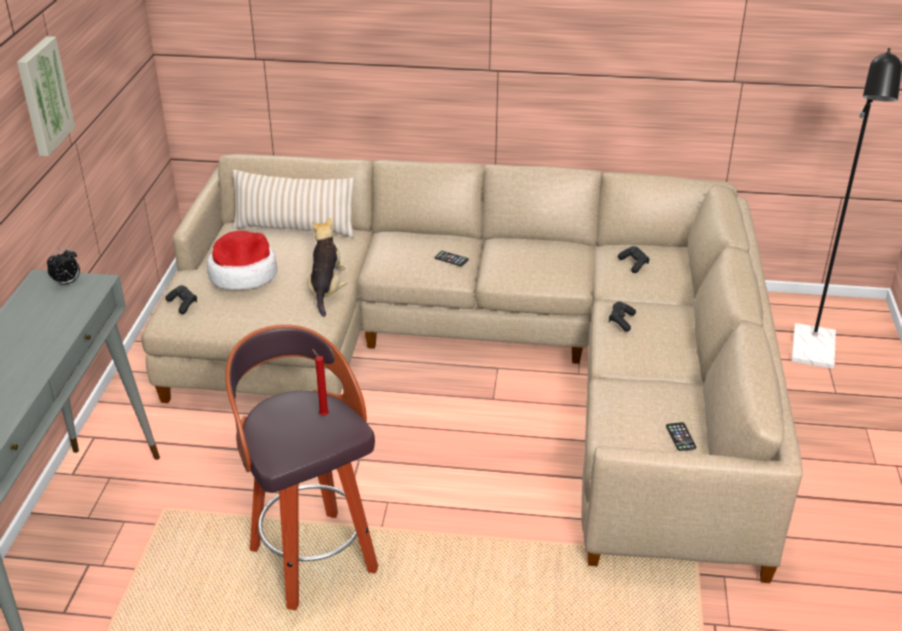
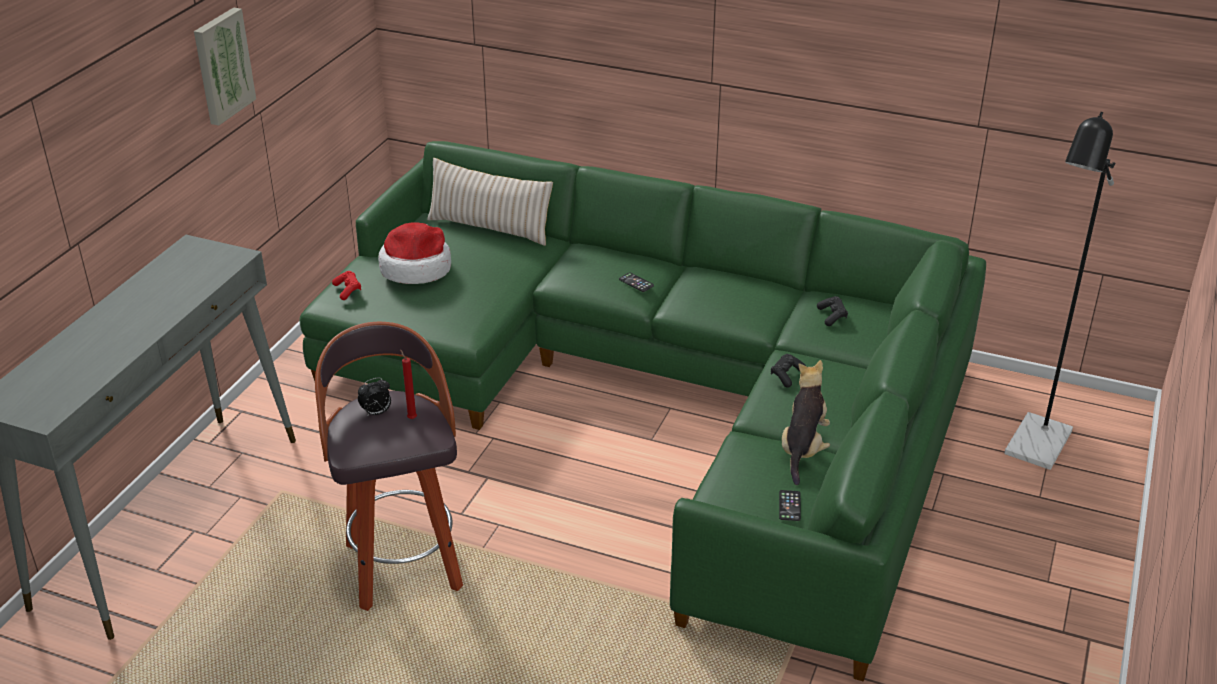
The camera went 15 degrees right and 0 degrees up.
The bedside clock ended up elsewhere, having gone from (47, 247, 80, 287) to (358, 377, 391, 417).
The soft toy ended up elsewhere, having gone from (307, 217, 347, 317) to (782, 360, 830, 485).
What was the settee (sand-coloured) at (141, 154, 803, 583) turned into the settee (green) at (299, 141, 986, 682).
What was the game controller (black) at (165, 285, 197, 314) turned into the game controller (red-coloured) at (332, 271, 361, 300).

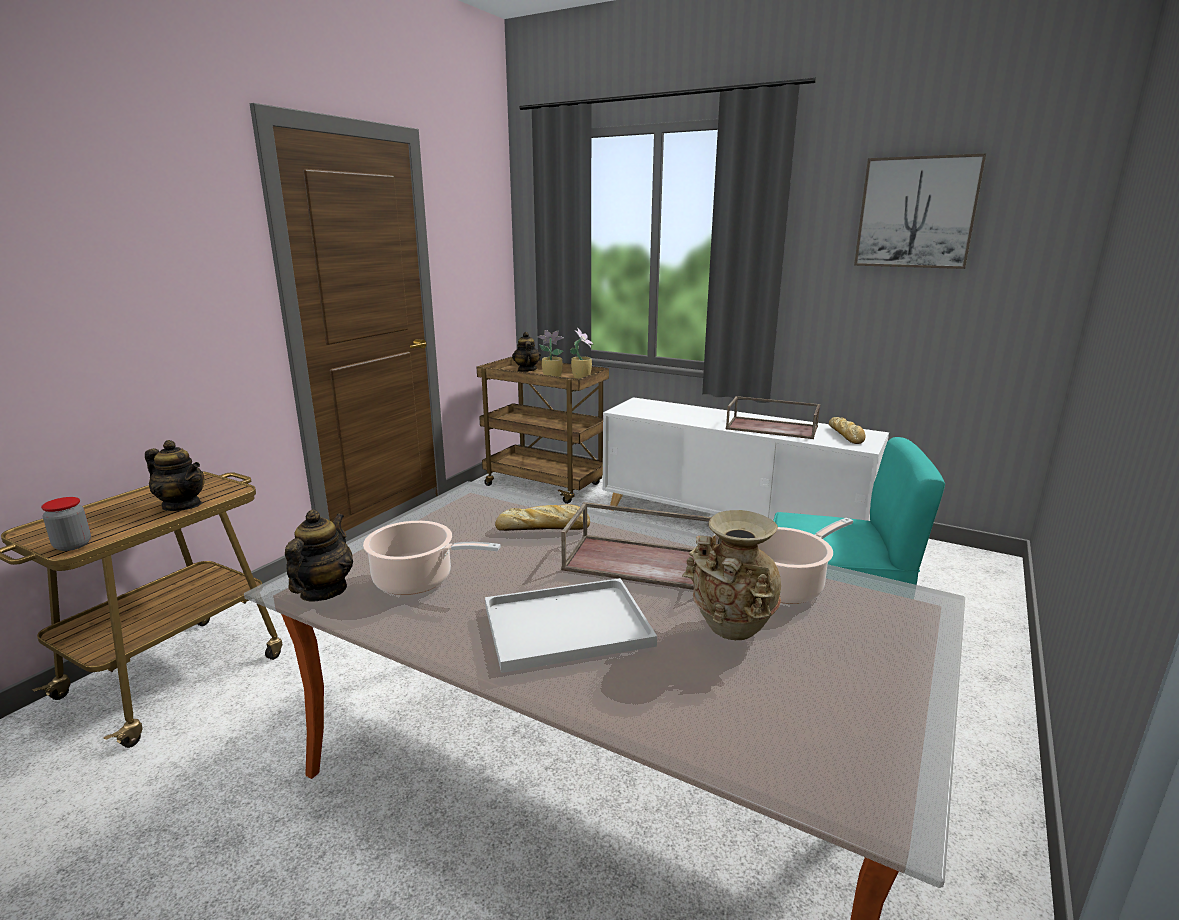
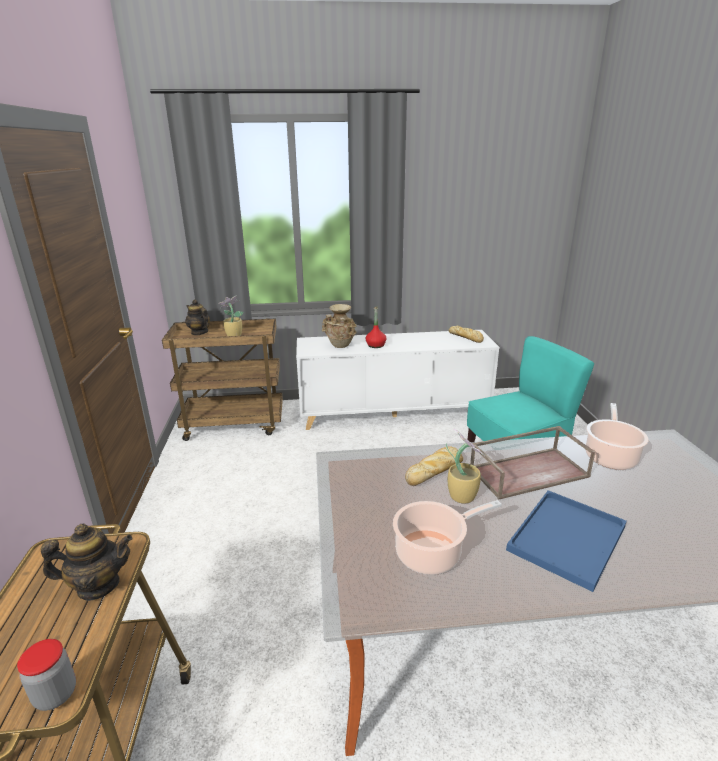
The camera went 35 degrees left and 5 degrees up.
The second view lost the tea pot at (285, 510, 353, 601).
The second view lost the tray (brown) at (726, 396, 820, 439).
The second view lost the wall art at (854, 154, 986, 269).
The second view gained the drink bottle (red-coloured) at (365, 307, 387, 348).
The plant in a pot ended up elsewhere, having gone from (570, 328, 593, 379) to (446, 429, 485, 503).
The vase (sand-coloured) ended up elsewhere, having gone from (682, 510, 781, 640) to (322, 304, 357, 348).
What was the tray (white-coloured) at (485, 578, 657, 673) turned into the tray (bluish) at (506, 490, 627, 592).

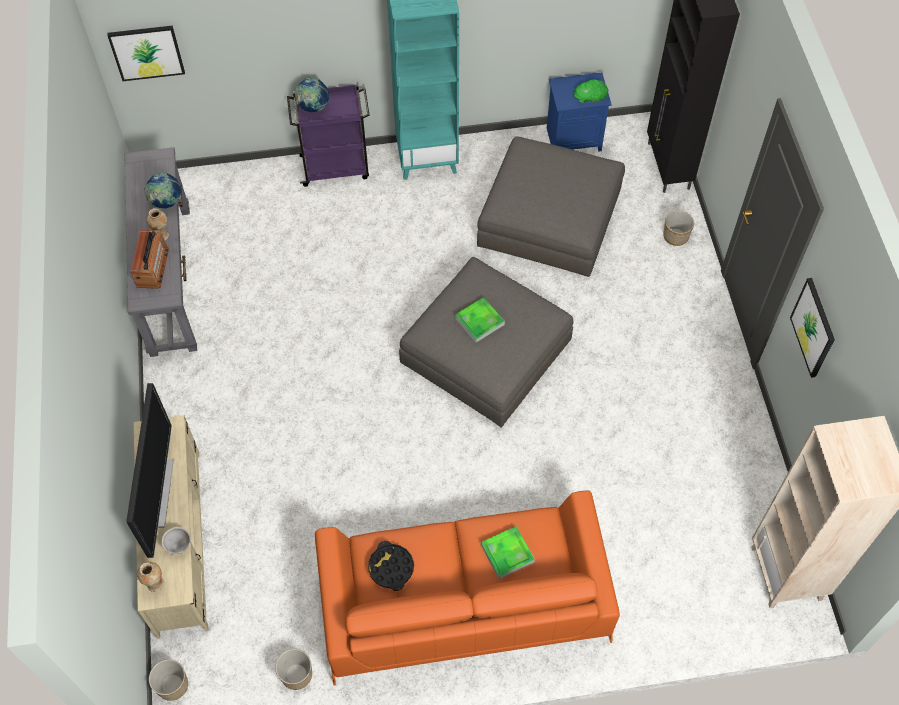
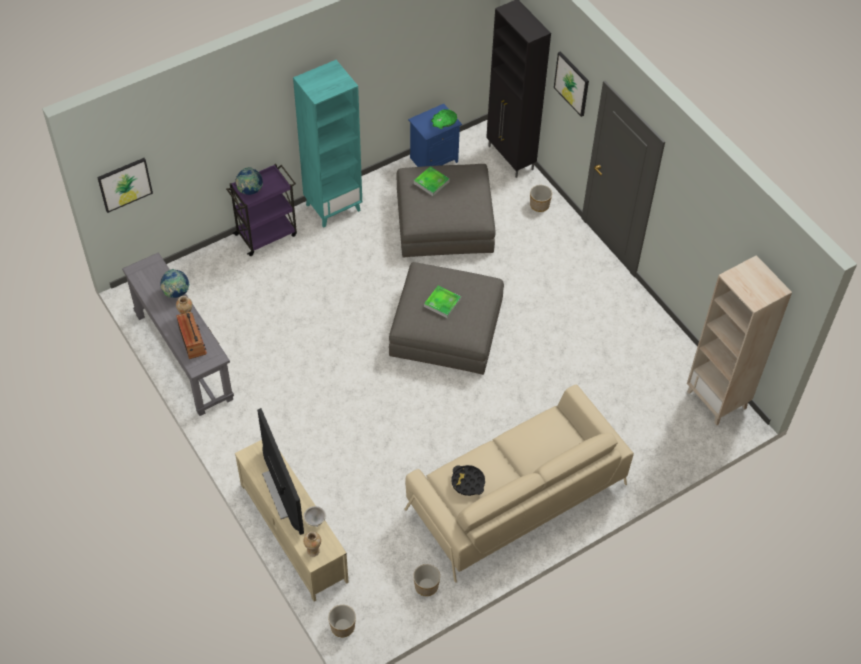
The camera went 25 degrees left and 5 degrees down.
The tray ended up elsewhere, having gone from (481, 526, 535, 579) to (414, 166, 450, 196).
The wall art ended up elsewhere, having gone from (790, 278, 835, 378) to (554, 52, 589, 117).
What was the settee (orange) at (315, 490, 620, 685) turned into the settee (sand-coloured) at (405, 384, 634, 583).

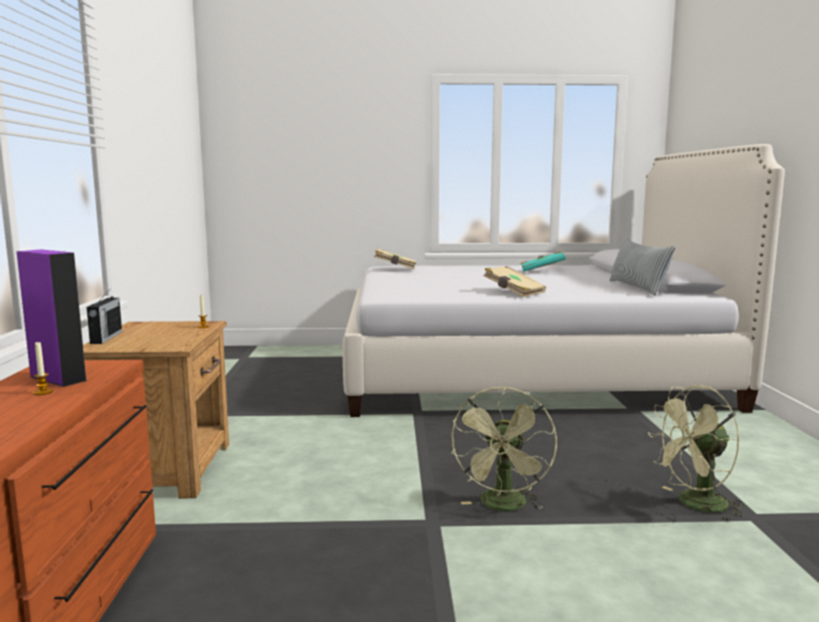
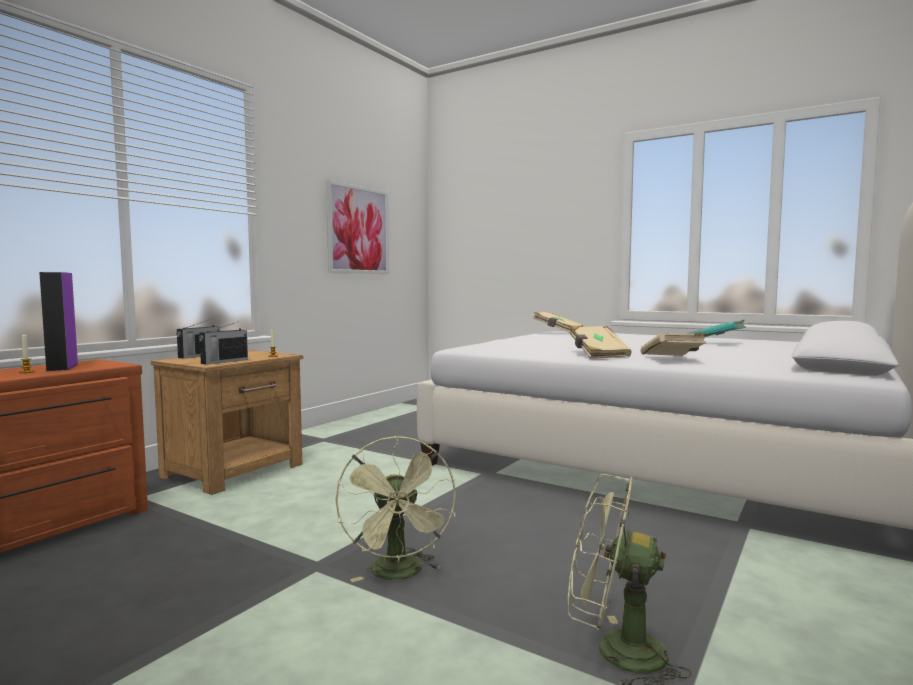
The camera went 35 degrees right and 5 degrees down.
The second view lost the pillow at (609, 238, 676, 296).
The second view gained the radio at (199, 321, 248, 365).
The second view gained the wall art at (326, 180, 389, 274).
The second view gained the book (sand-coloured) at (641, 332, 706, 356).
The fan (green) at (452, 387, 557, 511) ended up facing another way, 60 degrees counterclockwise from before.

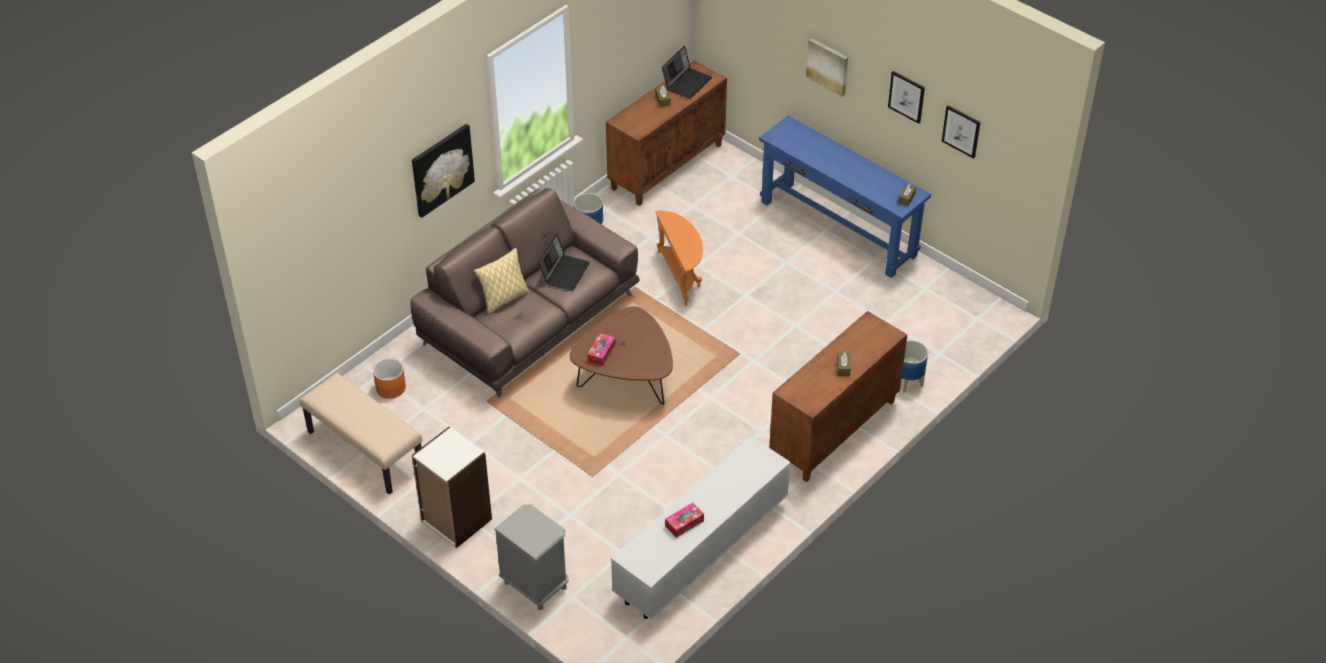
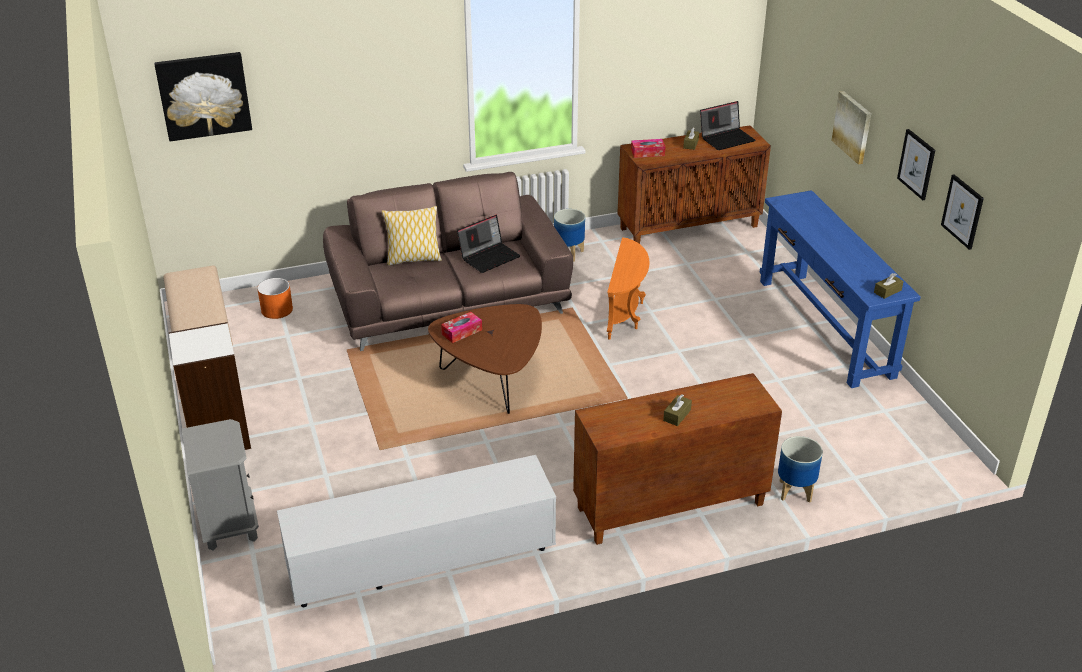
The camera went 30 degrees right and 10 degrees down.
The wall art ended up elsewhere, having gone from (412, 124, 475, 218) to (154, 52, 252, 141).
The tissue holder ended up elsewhere, having gone from (665, 503, 704, 538) to (631, 139, 666, 158).

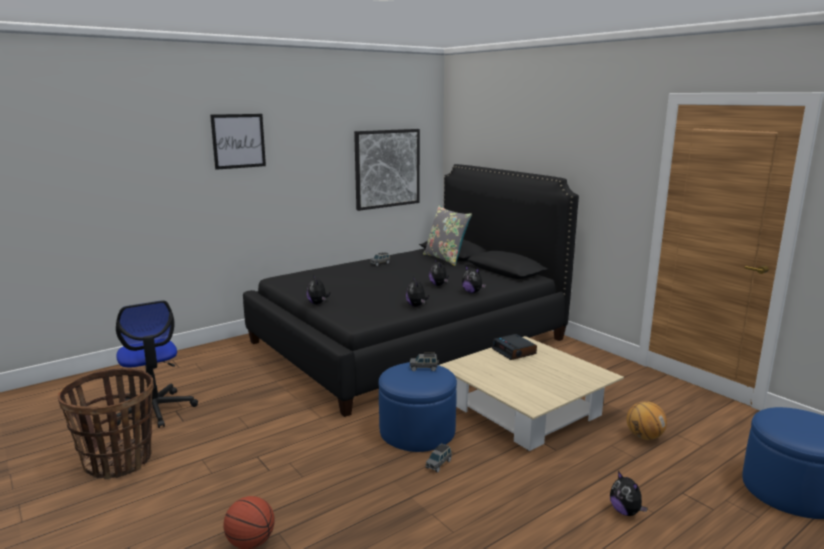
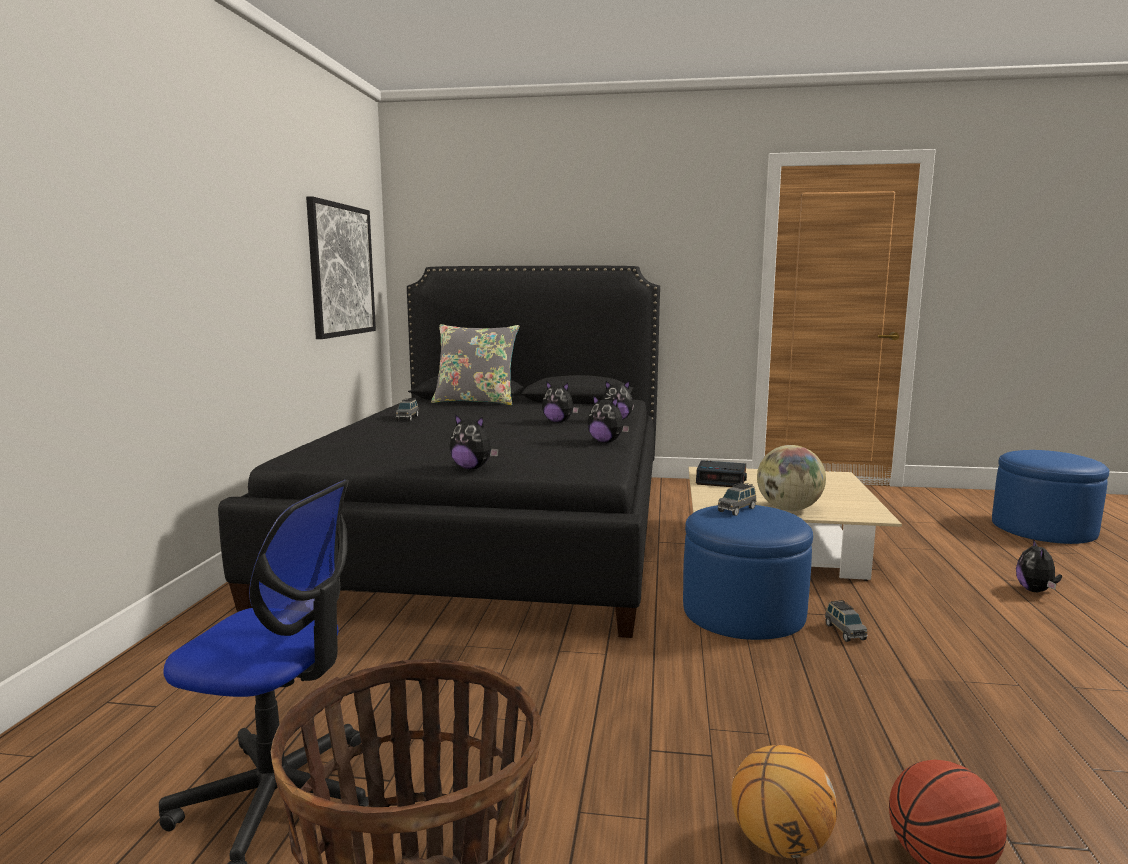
The camera went 45 degrees left and 5 degrees down.
The second view lost the wall art at (210, 114, 266, 170).
The second view gained the globe at (757, 445, 826, 511).
The ball for basketball ended up elsewhere, having gone from (627, 401, 667, 440) to (731, 745, 837, 858).
The soft toy at (610, 471, 648, 516) ended up facing another way, 90 degrees clockwise from before.

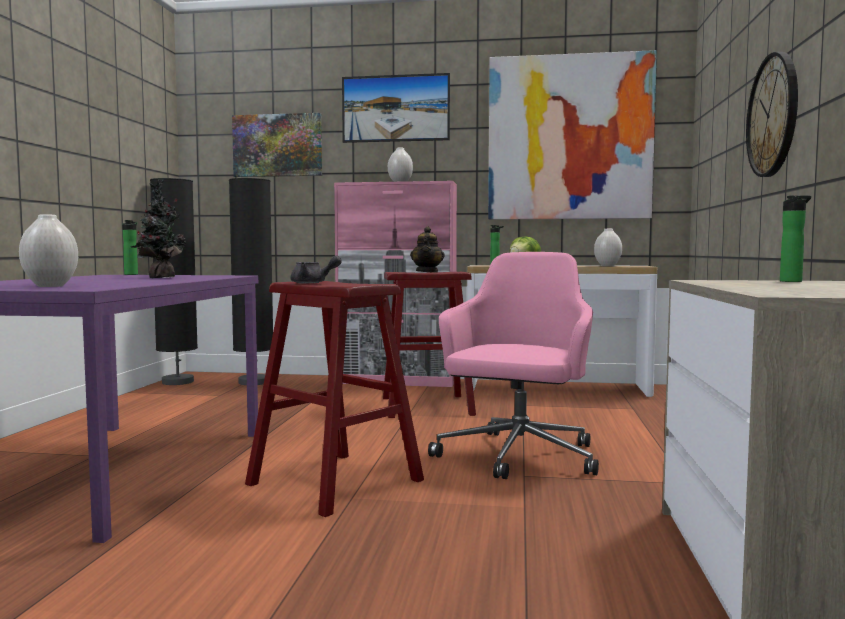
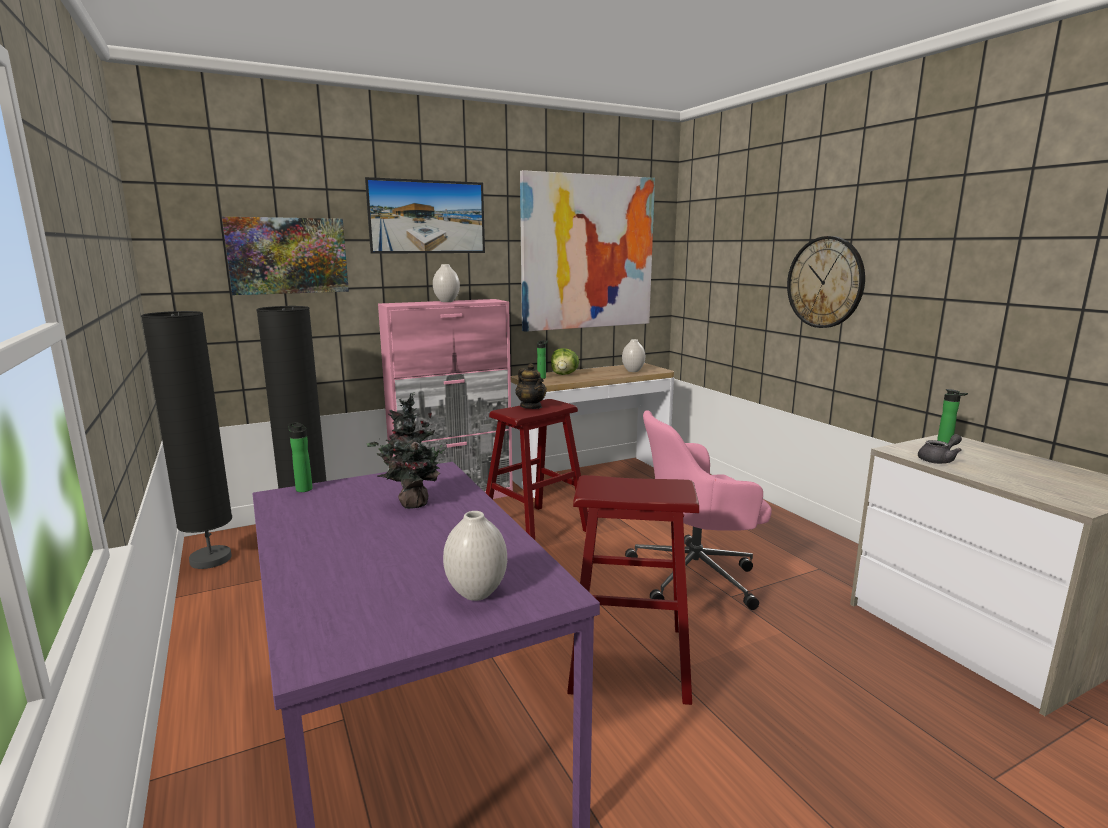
The camera went 35 degrees left and 10 degrees up.
The tea pot (gray) ended up elsewhere, having gone from (291, 256, 342, 283) to (918, 434, 962, 464).
The computer chair (pink-coloured) at (428, 252, 599, 479) ended up facing another way, 90 degrees counterclockwise from before.

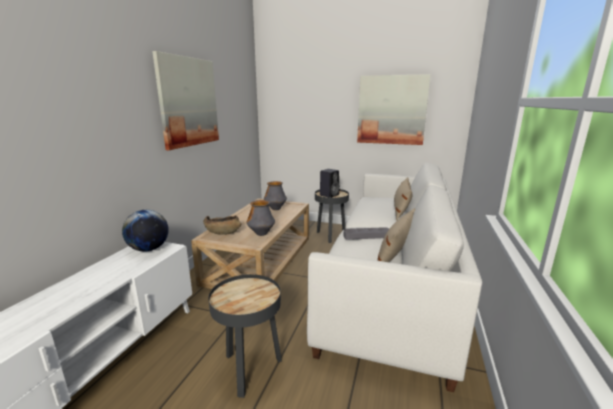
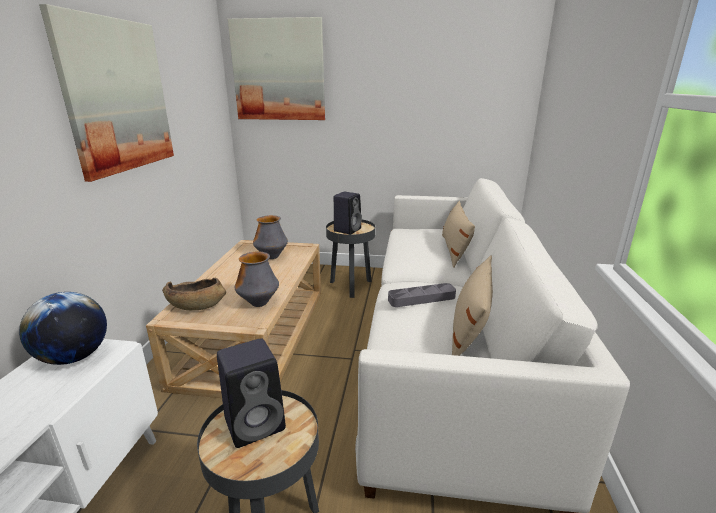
The camera went 10 degrees left and 5 degrees up.
The second view gained the speaker (black) at (217, 338, 286, 448).
The wall art ended up elsewhere, having gone from (357, 74, 431, 145) to (228, 17, 325, 120).

